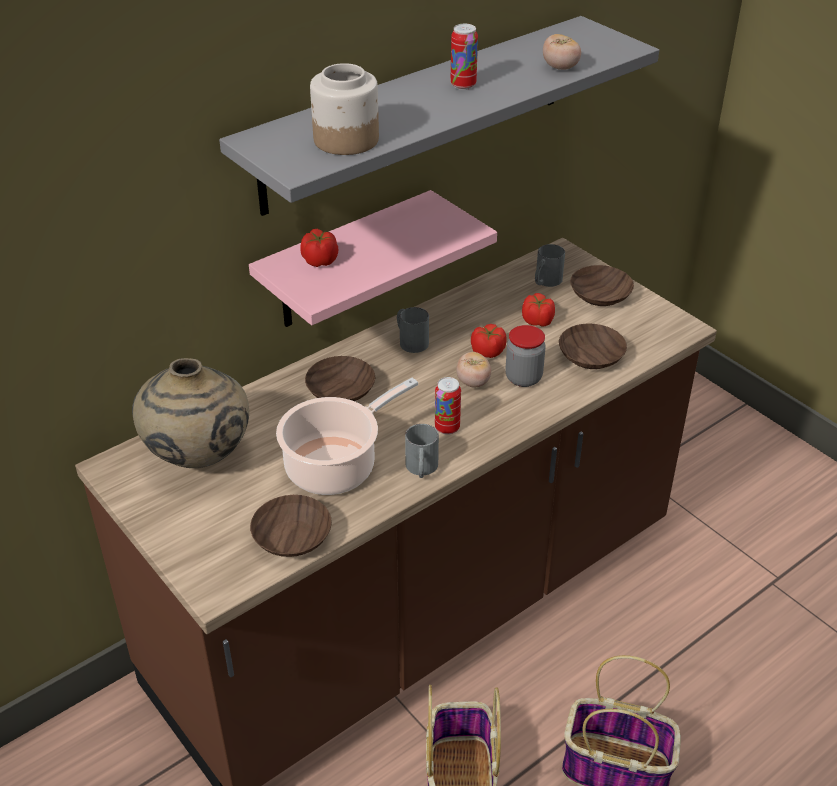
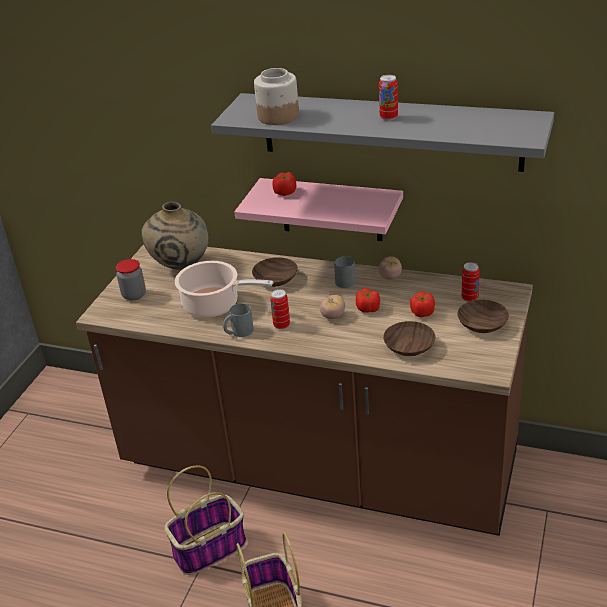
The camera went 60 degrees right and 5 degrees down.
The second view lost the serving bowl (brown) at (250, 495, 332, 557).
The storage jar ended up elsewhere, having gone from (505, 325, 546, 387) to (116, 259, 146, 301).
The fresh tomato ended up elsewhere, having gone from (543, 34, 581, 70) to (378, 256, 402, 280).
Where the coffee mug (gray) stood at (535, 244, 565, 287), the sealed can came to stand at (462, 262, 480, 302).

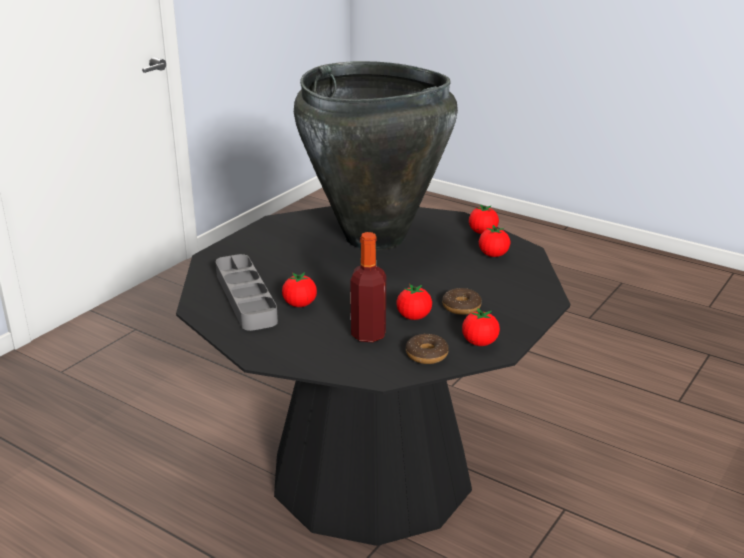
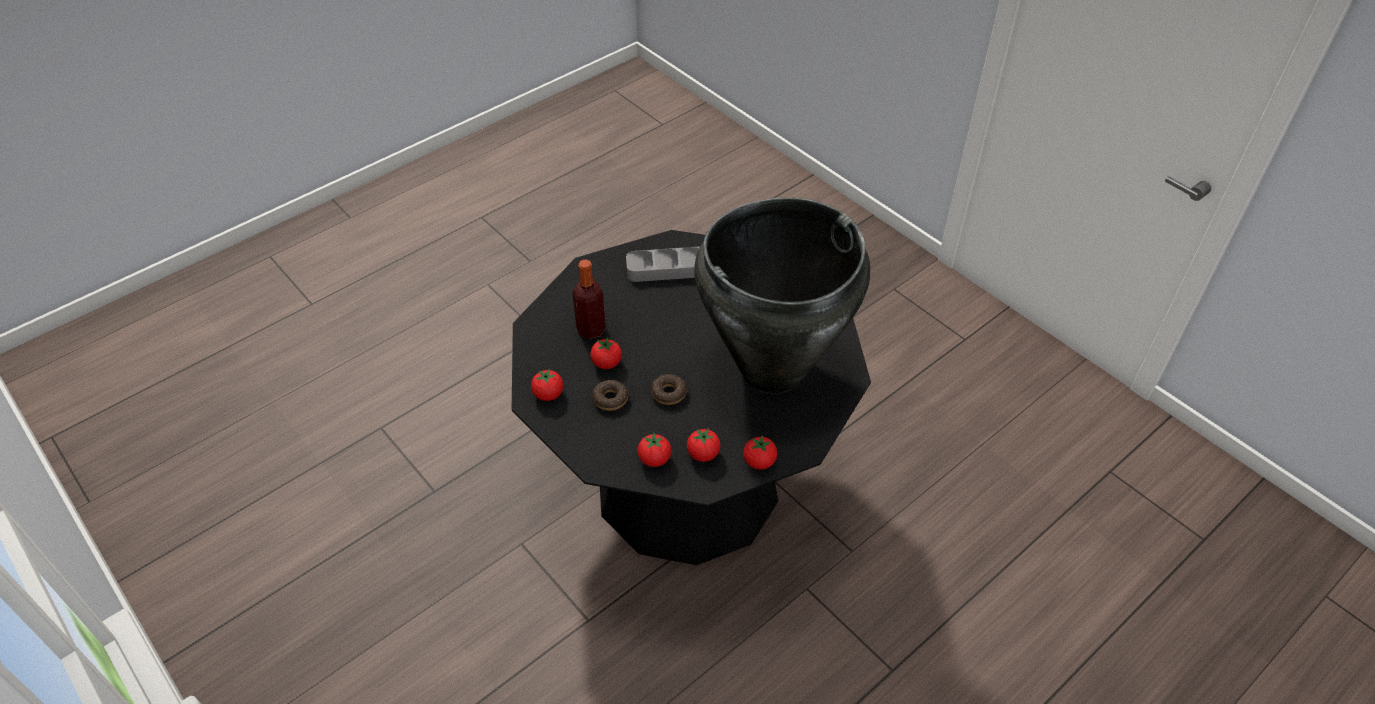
The camera went 105 degrees right and 20 degrees up.
The fresh tomato ended up elsewhere, having gone from (282, 272, 317, 307) to (637, 433, 671, 467).
The donut ended up elsewhere, having gone from (406, 334, 449, 364) to (651, 374, 687, 405).

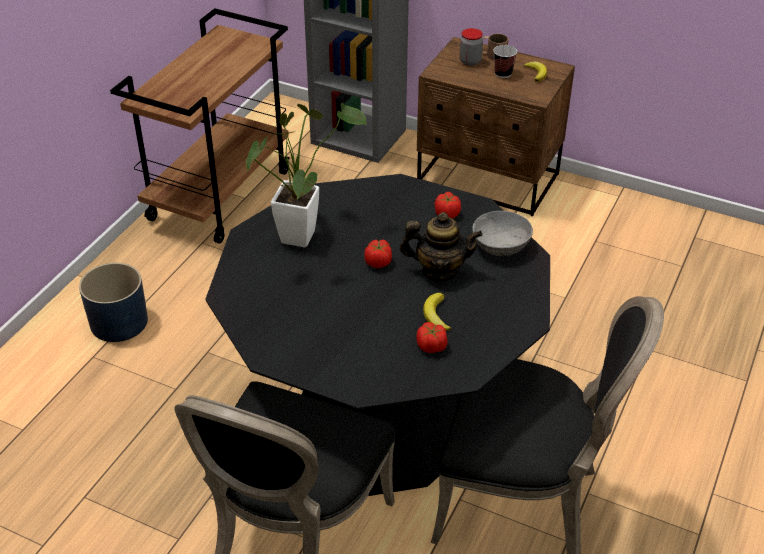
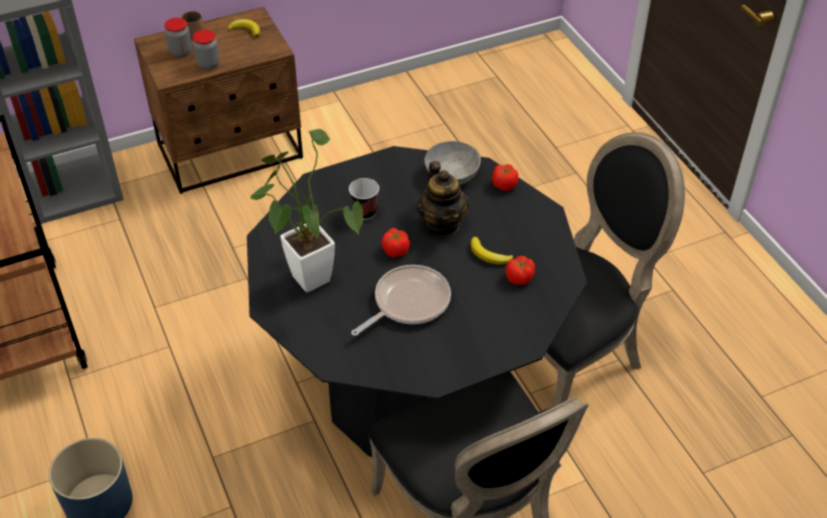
The camera went 50 degrees left and 5 degrees up.
The second view gained the storage jar at (193, 30, 220, 70).
The second view gained the pan at (351, 265, 451, 336).
The fresh tomato ended up elsewhere, having gone from (434, 192, 461, 219) to (492, 164, 518, 191).
The cup ended up elsewhere, having gone from (493, 45, 517, 78) to (349, 178, 379, 220).
The tea pot at (399, 212, 483, 282) ended up facing another way, 120 degrees clockwise from before.

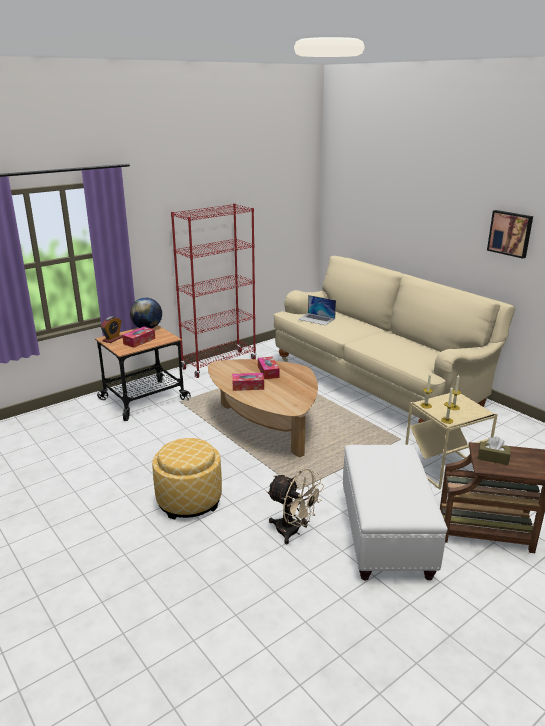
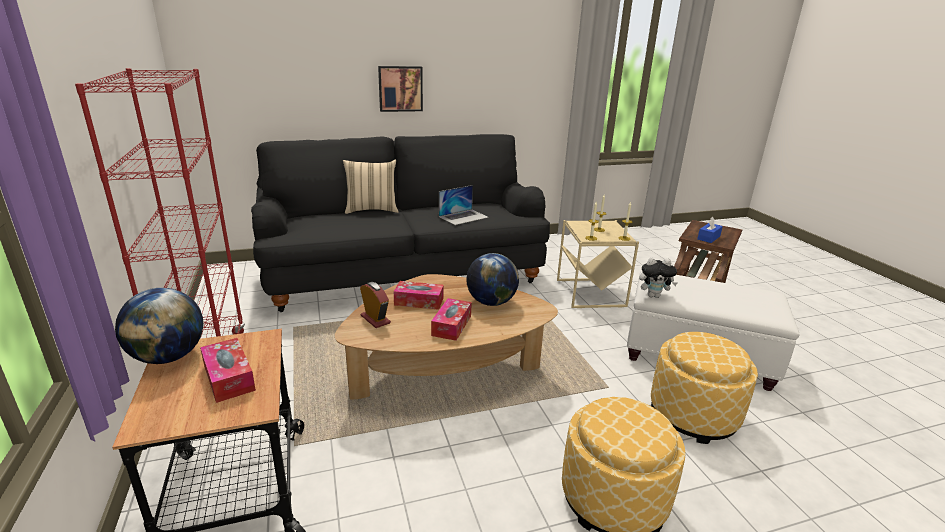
The camera went 70 degrees left and 0 degrees up.
The second view gained the pillow (sand-coloured) at (343, 159, 399, 214).
The second view gained the globe at (466, 253, 519, 306).
The second view gained the soft toy at (639, 258, 678, 298).
The bedside clock ended up elsewhere, having gone from (101, 316, 123, 343) to (360, 282, 391, 328).
The portable computer ended up elsewhere, having gone from (298, 295, 336, 325) to (439, 185, 489, 225).
The wall art ended up elsewhere, having gone from (487, 210, 533, 259) to (378, 66, 423, 112).
Where the fan (sand-coloured) stood at (267, 469, 324, 544), the ottoman came to stand at (651, 332, 758, 444).
What was the settee (sand-coloured) at (274, 256, 515, 423) turned into the settee (black) at (251, 134, 550, 312).
What was the tissue holder (brown) at (478, 437, 511, 465) turned into the tissue holder (bluish) at (697, 217, 723, 243).

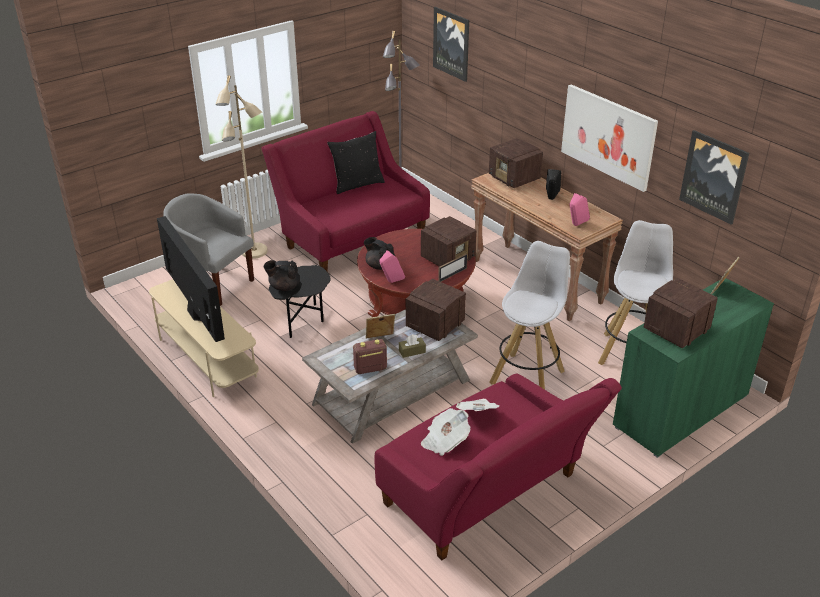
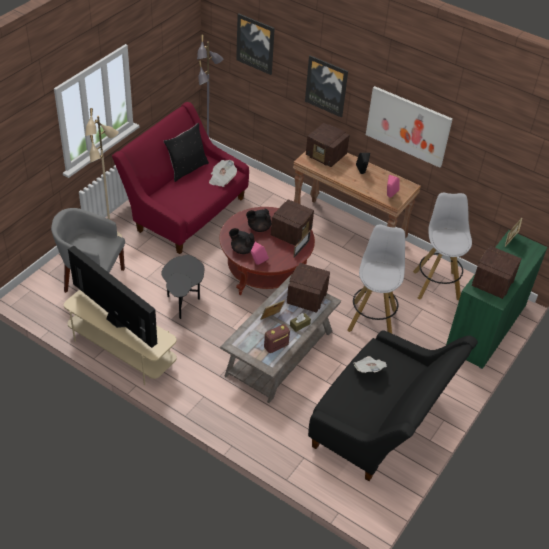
The camera went 20 degrees left and 10 degrees up.
The tea pot (black) ended up elsewhere, having gone from (264, 260, 300, 291) to (246, 208, 271, 232).
The newspaper ended up elsewhere, having gone from (421, 408, 470, 456) to (209, 160, 237, 187).
The wall art ended up elsewhere, having gone from (679, 130, 749, 225) to (305, 55, 348, 118).
What was the settee (red-coloured) at (375, 374, 622, 561) turned into the settee (black) at (308, 330, 478, 481).

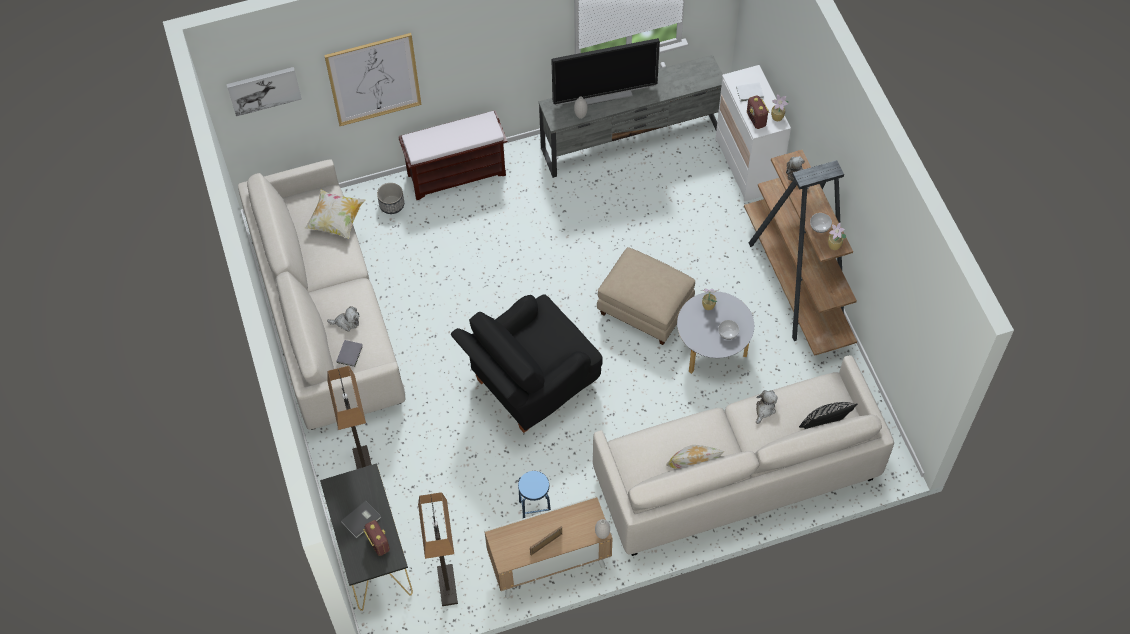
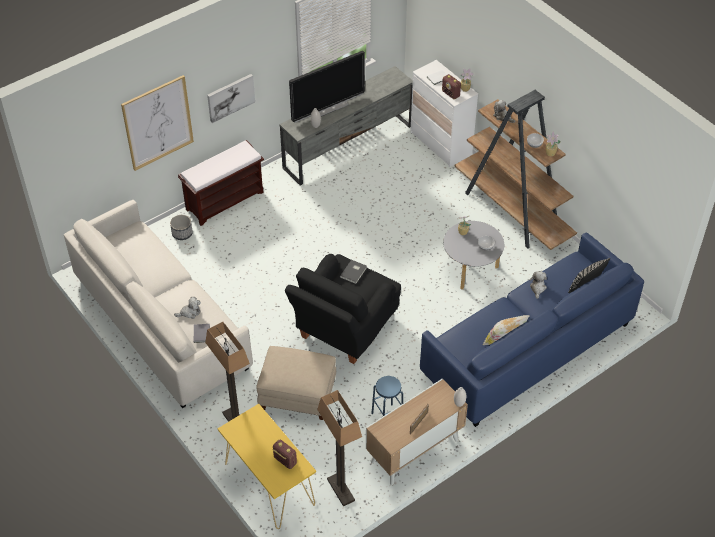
The camera went 20 degrees left and 10 degrees down.
The second view lost the pillow at (304, 190, 365, 239).
The wall art ended up elsewhere, having gone from (227, 67, 302, 117) to (207, 74, 255, 123).
The book (gray) ended up elsewhere, having gone from (341, 501, 381, 538) to (340, 260, 367, 284).
The ottoman (sand-coloured) ended up elsewhere, having gone from (597, 247, 695, 345) to (257, 346, 336, 420).
What was the narrow table (black) at (320, 463, 413, 611) turned into the narrow table (yellowish) at (218, 404, 316, 529).
What was the settee (white-coloured) at (593, 355, 894, 556) turned into the settee (bluish) at (420, 233, 644, 427).

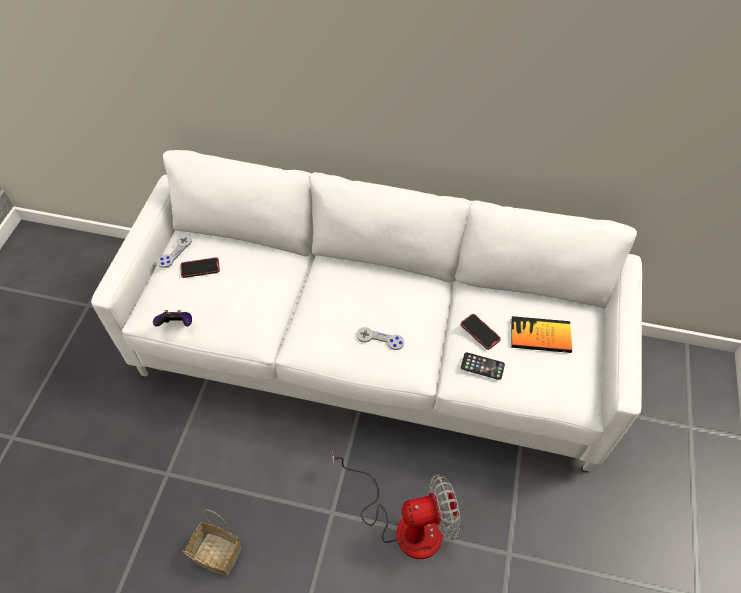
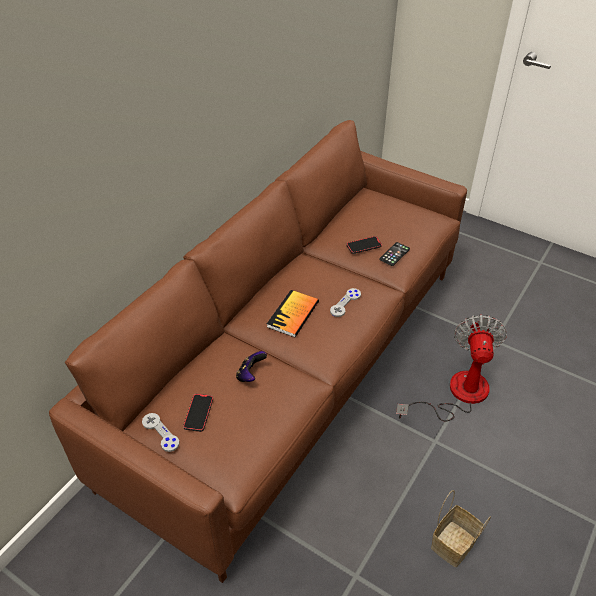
The camera went 70 degrees left and 10 degrees down.
The game controller ended up elsewhere, having gone from (153, 310, 192, 327) to (236, 351, 267, 382).
The book ended up elsewhere, having gone from (511, 316, 572, 353) to (267, 290, 319, 337).
What was the settee (white-coloured) at (91, 150, 642, 472) turned into the settee (brown) at (49, 120, 467, 583).

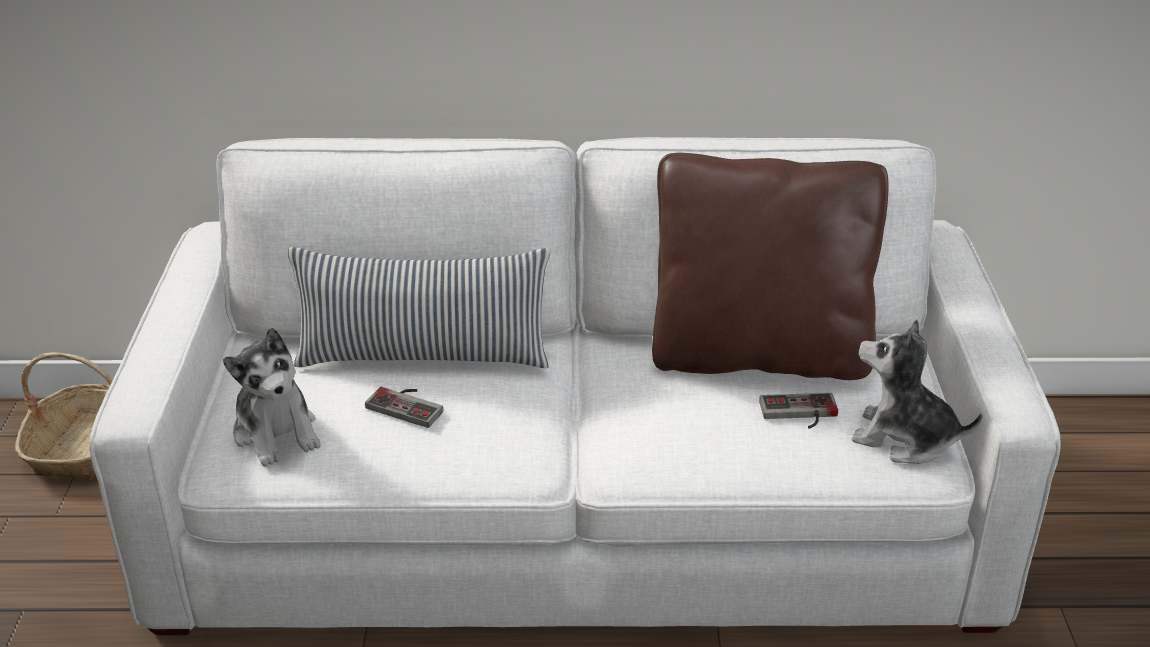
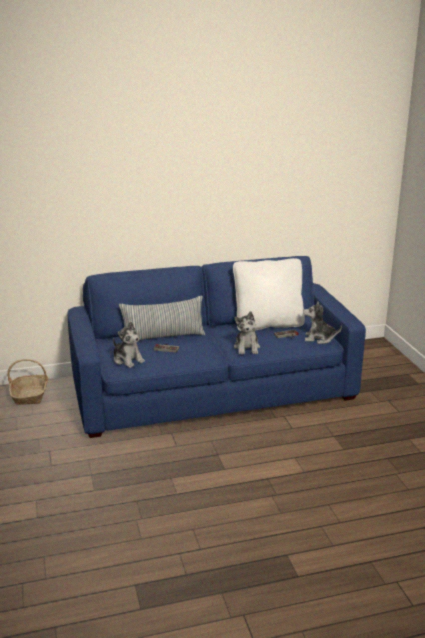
The camera went 15 degrees left and 10 degrees down.
The second view gained the soft toy at (234, 311, 260, 354).
What was the settee (white-coloured) at (90, 137, 1061, 635) turned into the settee (bluish) at (68, 256, 366, 438).
What was the pillow (brown) at (652, 153, 888, 380) turned into the pillow (white-coloured) at (233, 258, 305, 331).

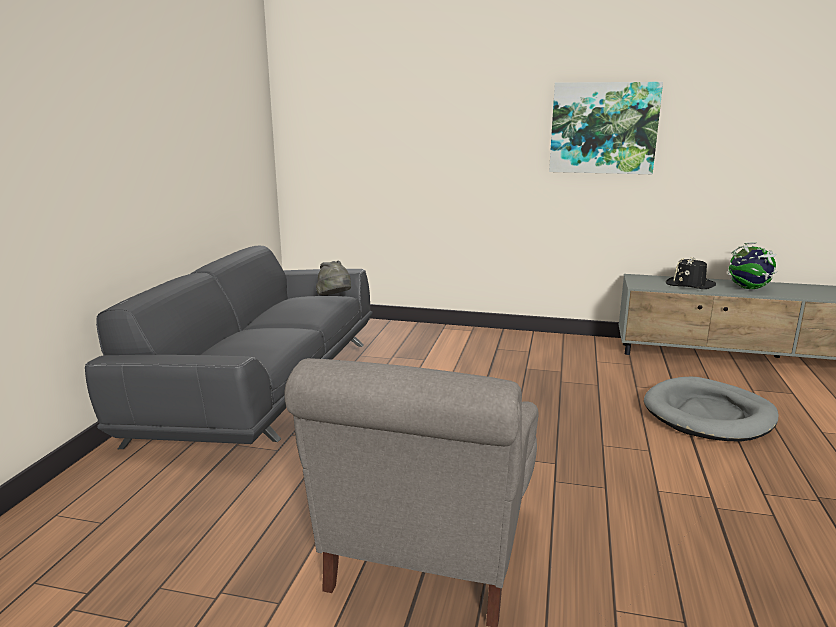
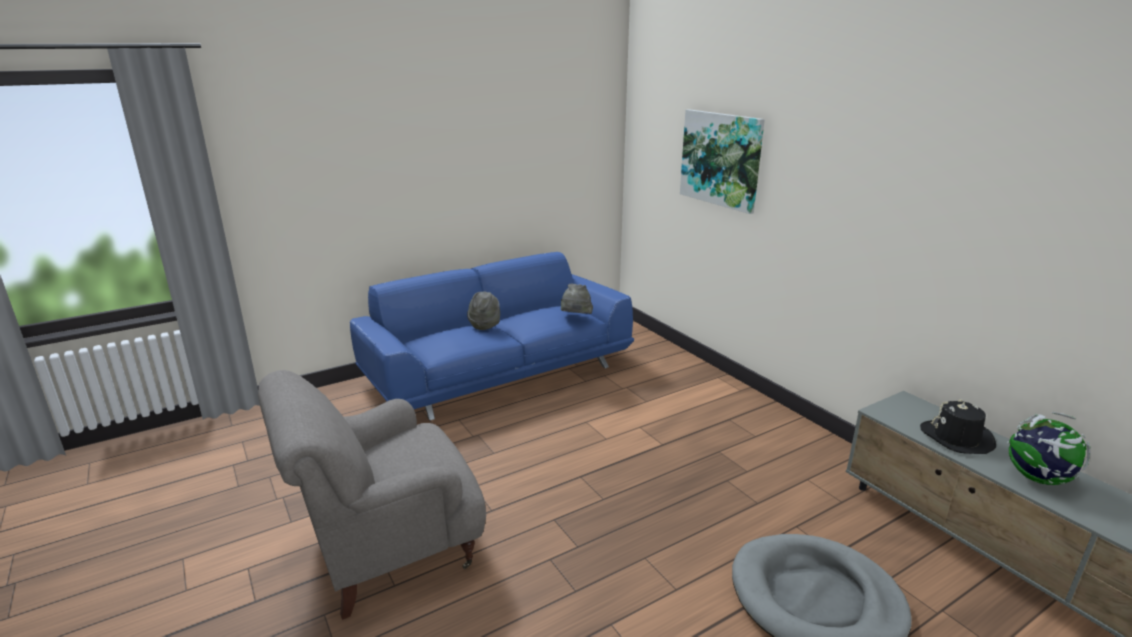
The camera went 45 degrees right and 5 degrees up.
The second view gained the clothing hat (gray) at (467, 291, 500, 330).
The wall art ended up elsewhere, having gone from (549, 82, 663, 174) to (680, 109, 765, 214).
What was the settee (gray) at (85, 246, 373, 449) turned into the settee (bluish) at (350, 252, 634, 420).

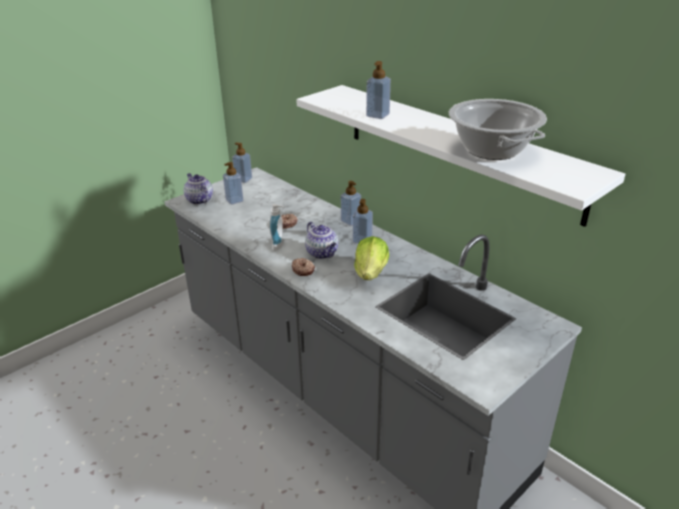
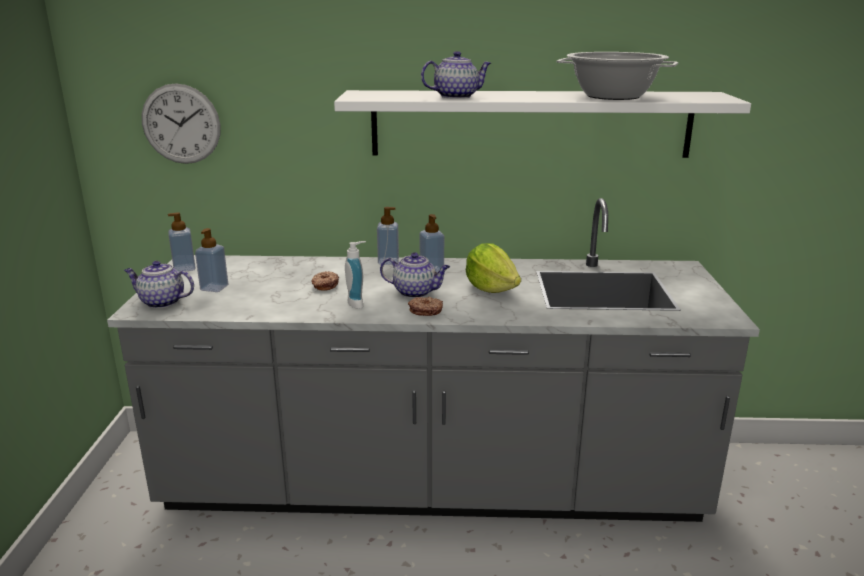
The camera went 45 degrees left and 10 degrees down.
The second view gained the clock on the wall at (142, 83, 221, 164).
Where the soap dispenser stood at (366, 61, 391, 119), the tea pot came to stand at (421, 51, 491, 99).

